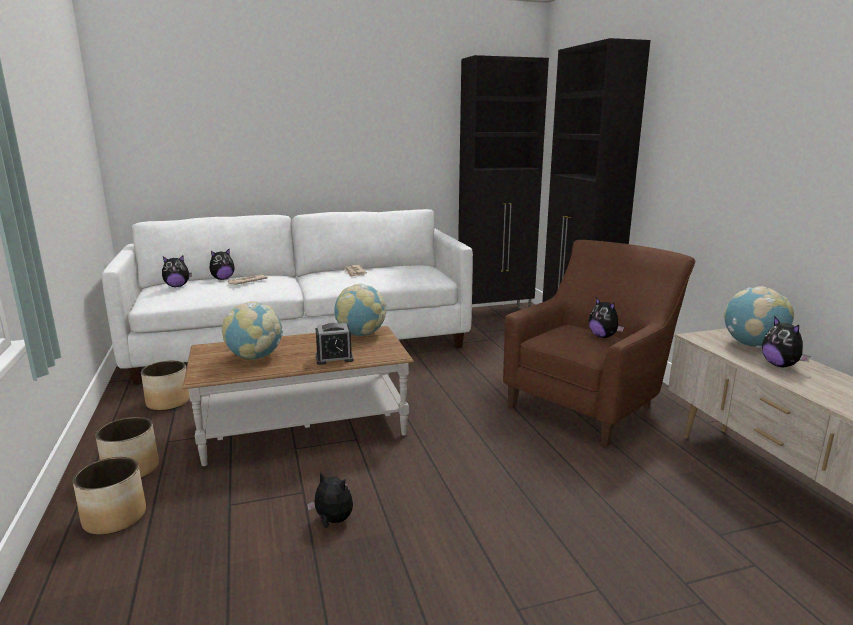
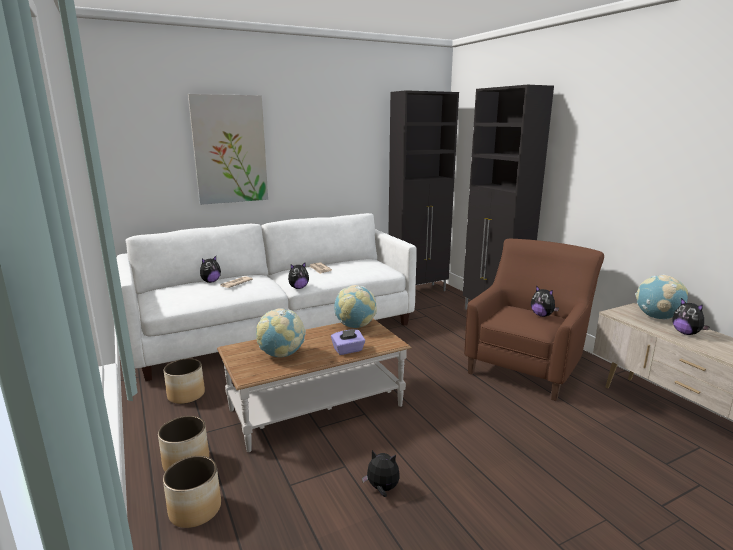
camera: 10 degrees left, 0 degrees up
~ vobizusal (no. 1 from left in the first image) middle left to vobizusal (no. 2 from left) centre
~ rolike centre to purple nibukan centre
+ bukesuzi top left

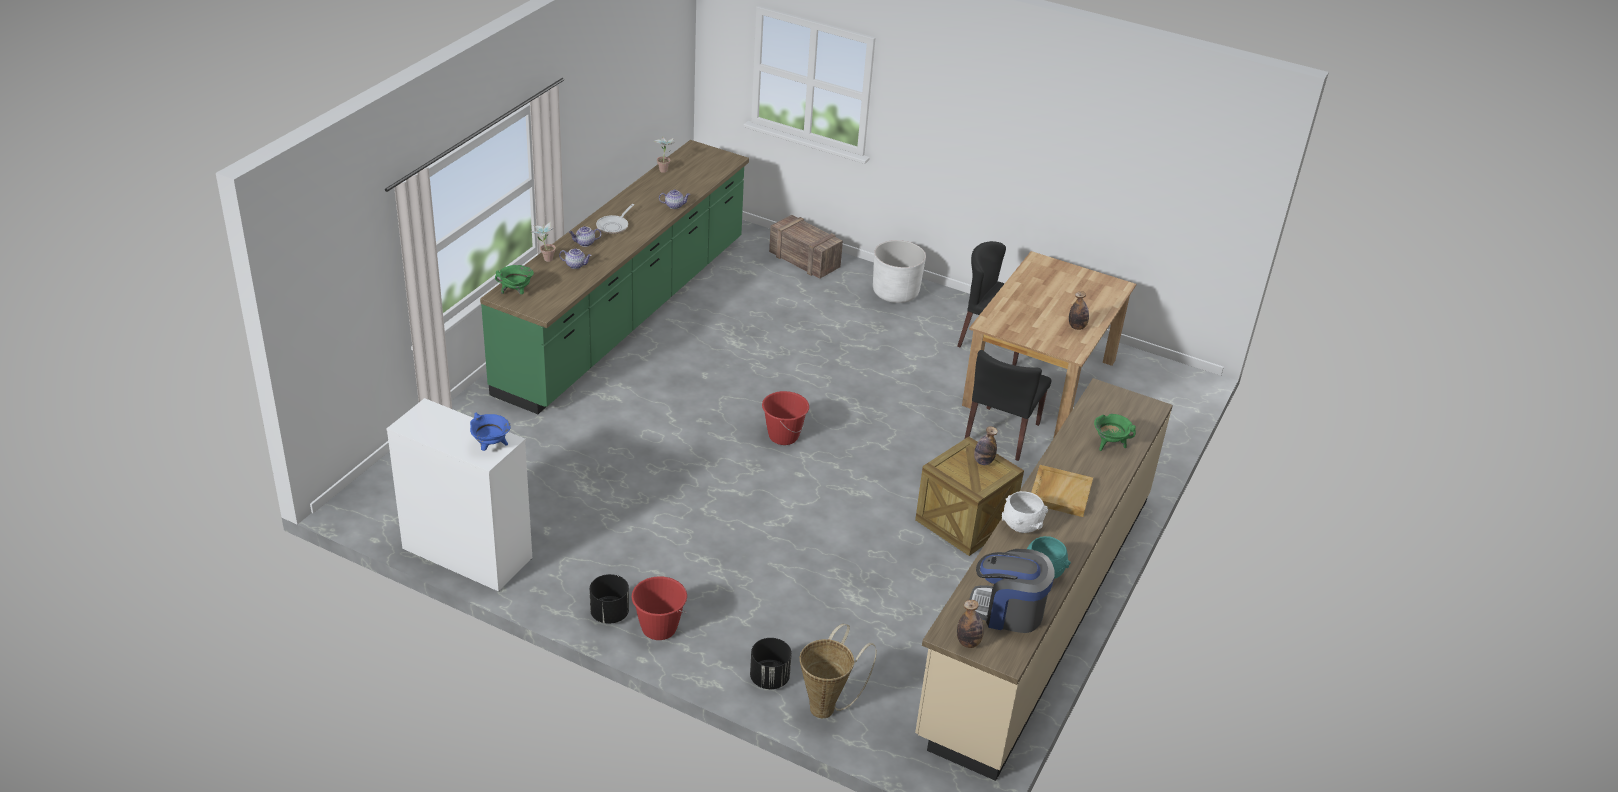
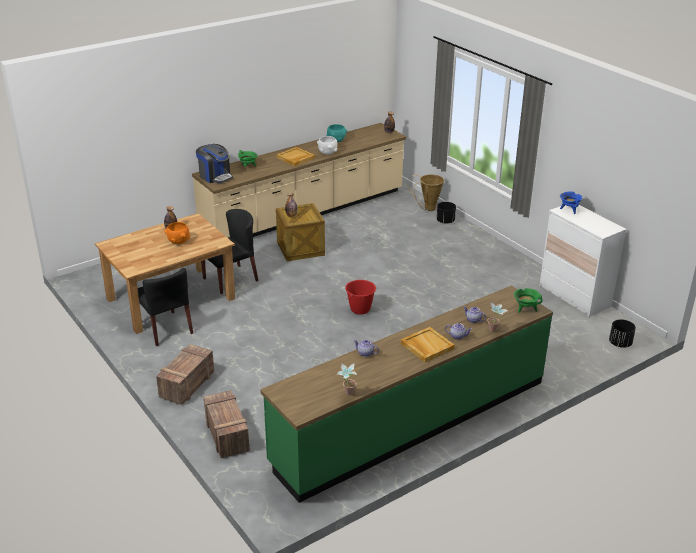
camera: 150 degrees left, 5 degrees down
~ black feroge (no. 1 from left in the first image) bottom centre to black feroge (no. 2 from left) middle right
~ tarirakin top centre to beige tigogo (no. 2 from left) centre
- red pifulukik (no. 1 from left) bottom centre
~ white feroge centre to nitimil (no. 1 from left) bottom left
~ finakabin bottom centre to top left
+ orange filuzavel middle left

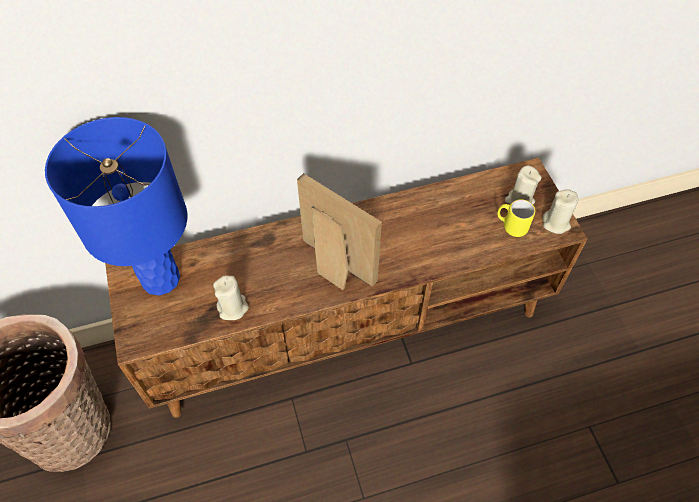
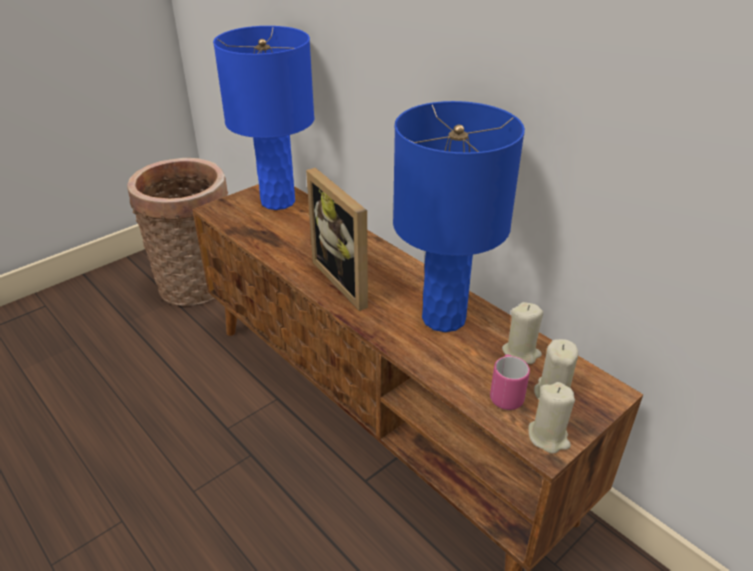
camera: 65 degrees right, 20 degrees down
~ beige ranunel (no. 1 from left) middle left to middle right
~ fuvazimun centre = centre 135 degrees clockwise
~ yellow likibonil middle right to pink likibonil bottom right
+ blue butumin (no. 2 from left) centre

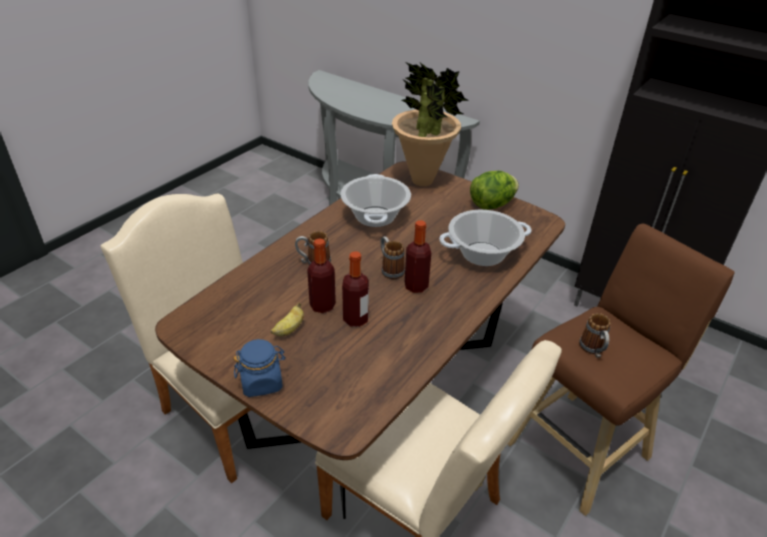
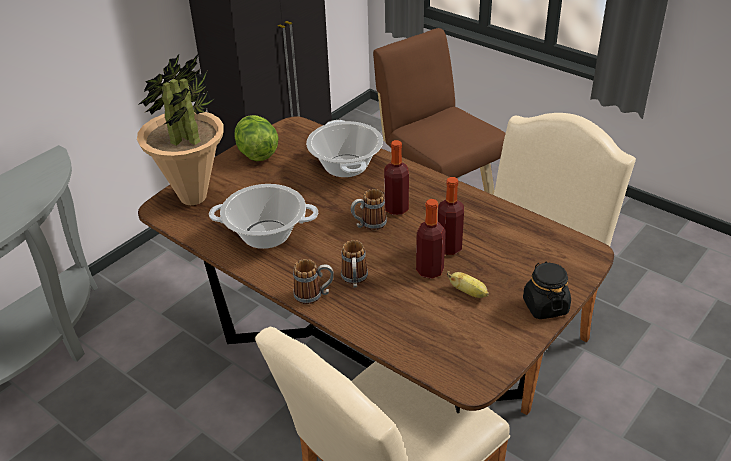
camera: 85 degrees left, 0 degrees up
~ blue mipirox bottom centre to black mipirox middle right
~ likibonil (no. 3 from left in the first image) middle right to likibonil (no. 1 from left) centre

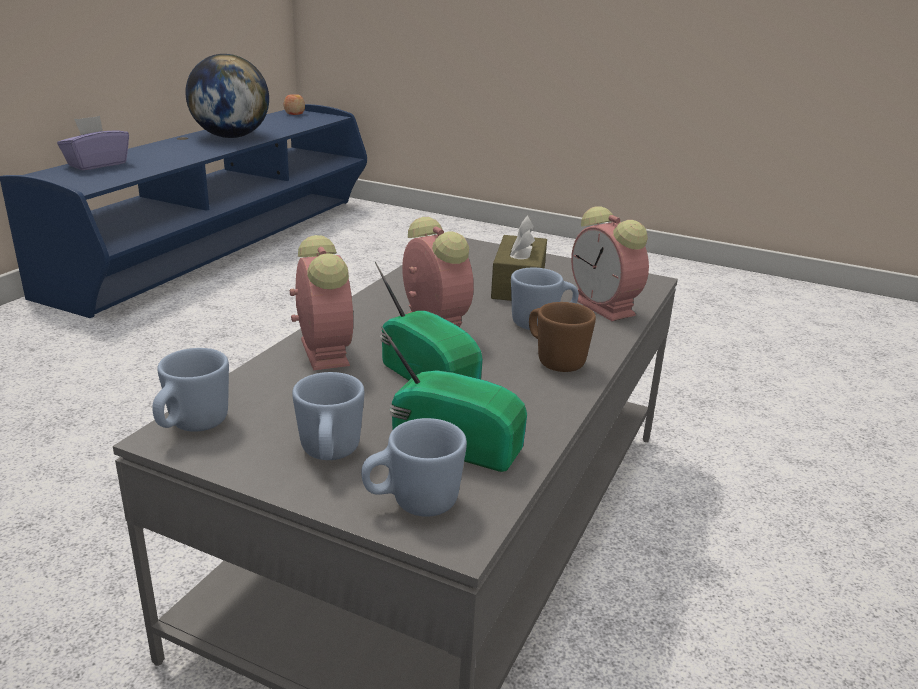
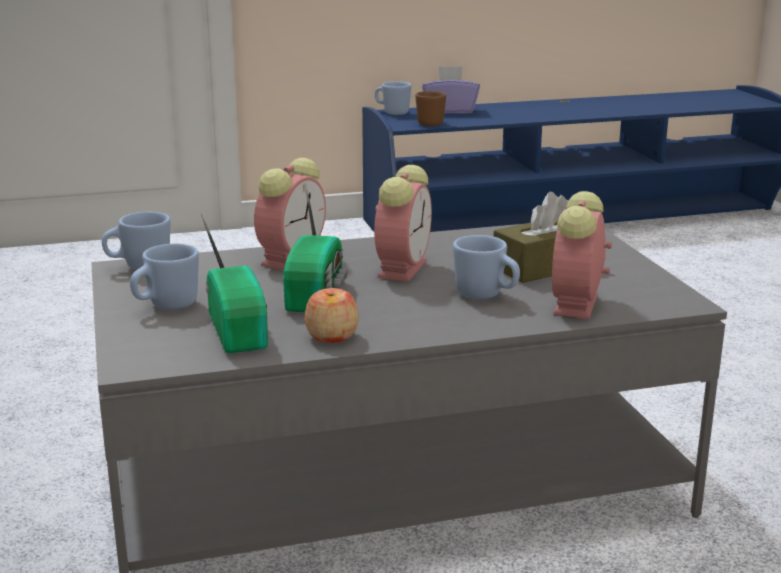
camera: 50 degrees right, 5 degrees down
- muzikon top left
~ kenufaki top left to centre
~ blue likibonil (no. 3 from left) bottom centre to top centre
~ brown likibonil centre to top centre

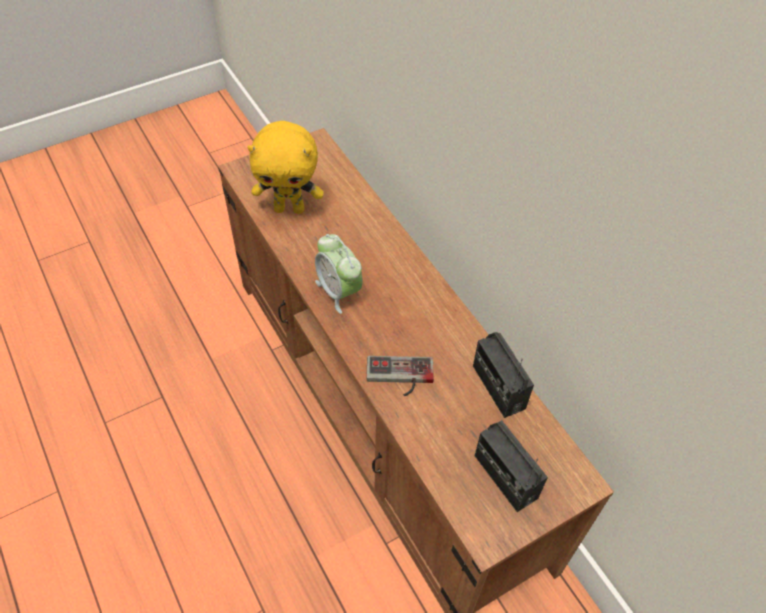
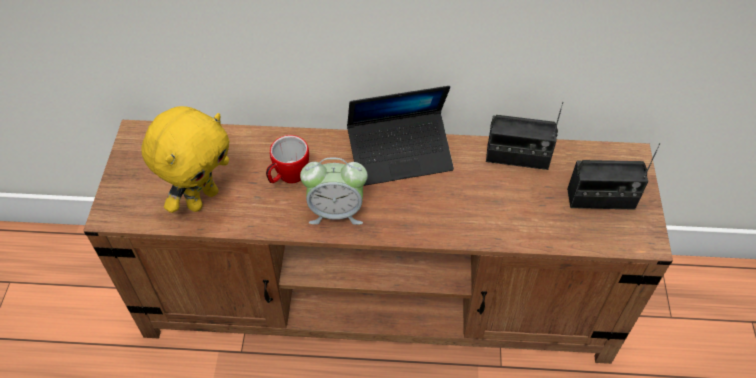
camera: 55 degrees left, 0 degrees up
- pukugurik centre
+ likibonil centre
+ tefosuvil centre

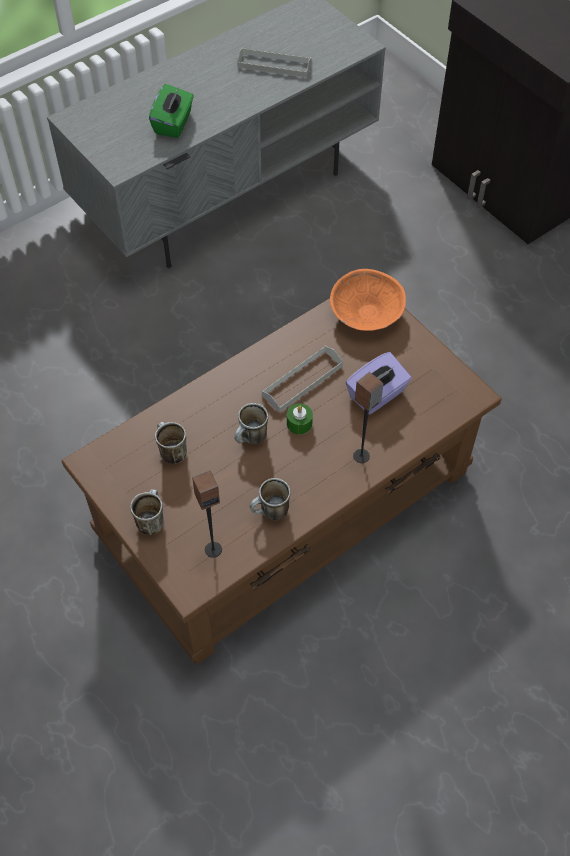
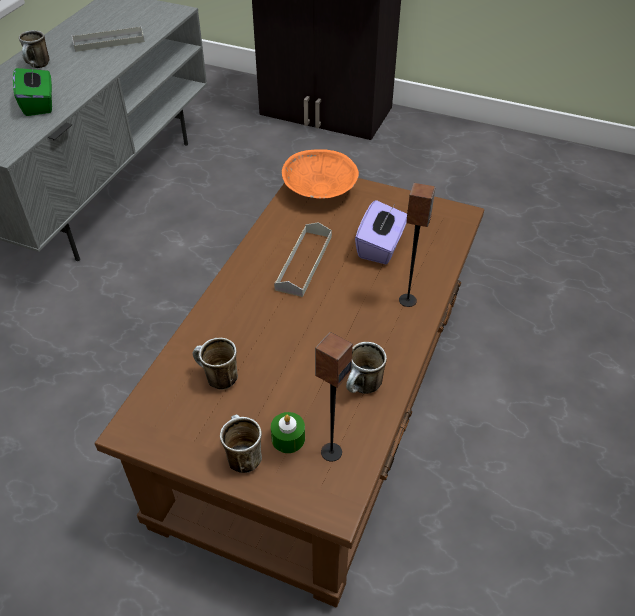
camera: 30 degrees left, 10 degrees down
~ likibonil (no. 3 from left in the first image) centre to likibonil (no. 1 from left) top left
~ green ranunel centre to bottom centre

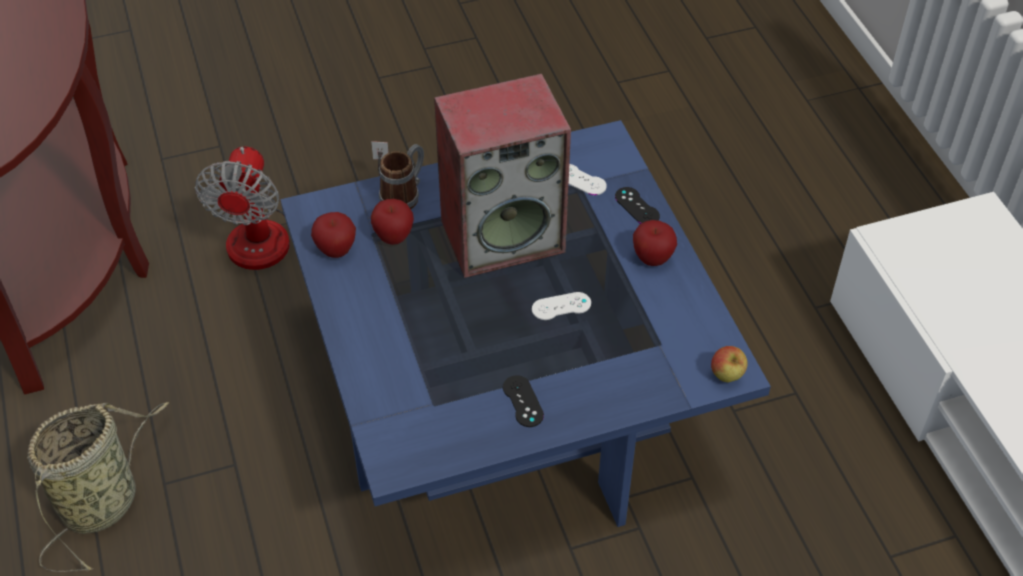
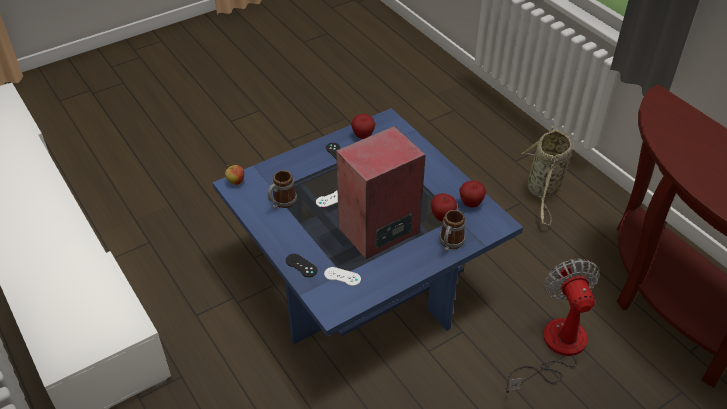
camera: 165 degrees right, 5 degrees down
~ kenufaki (no. 3 from left in the first image) centre to kenufaki (no. 2 from left) top centre
+ likibonil (no. 1 from left) centre

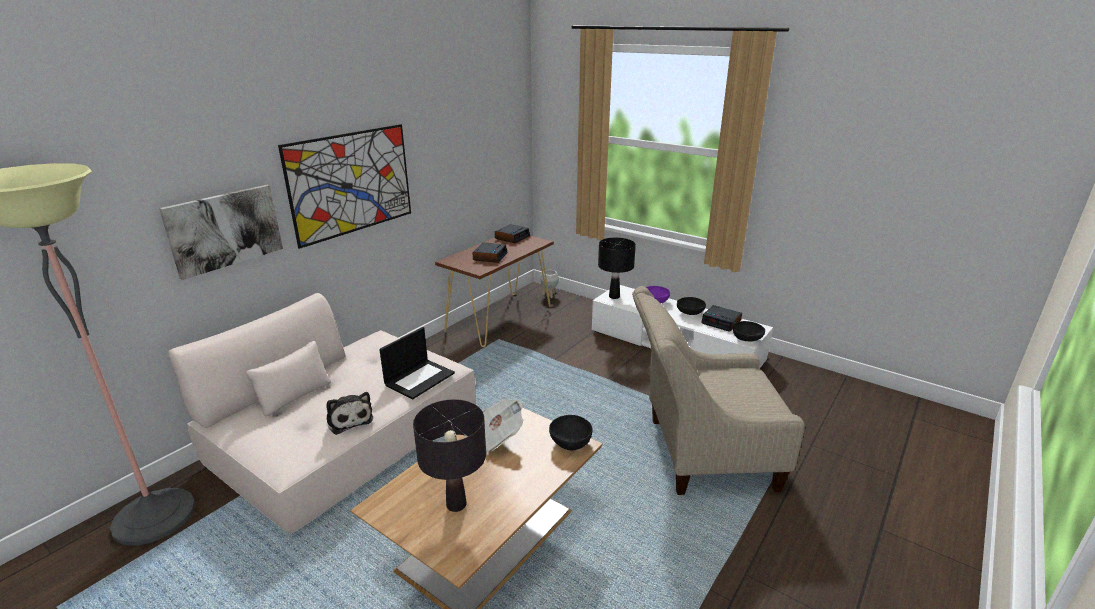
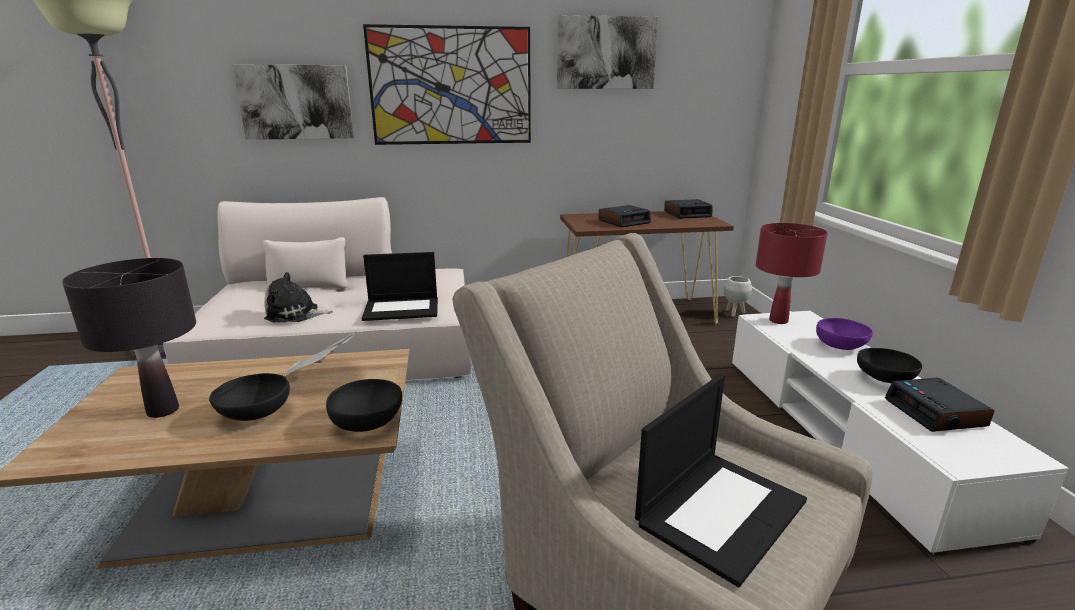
camera: 45 degrees right, 5 degrees down
~ vobizusal bottom left = middle left 75 degrees clockwise
~ black butumin (no. 2 from left) centre to red butumin middle right
~ black filuzavel (no. 3 from left in the first image) middle right to black filuzavel (no. 1 from left) middle left
+ bukesuzi (no. 3 from left) top centre
+ tefosuvil (no. 2 from left) bottom right

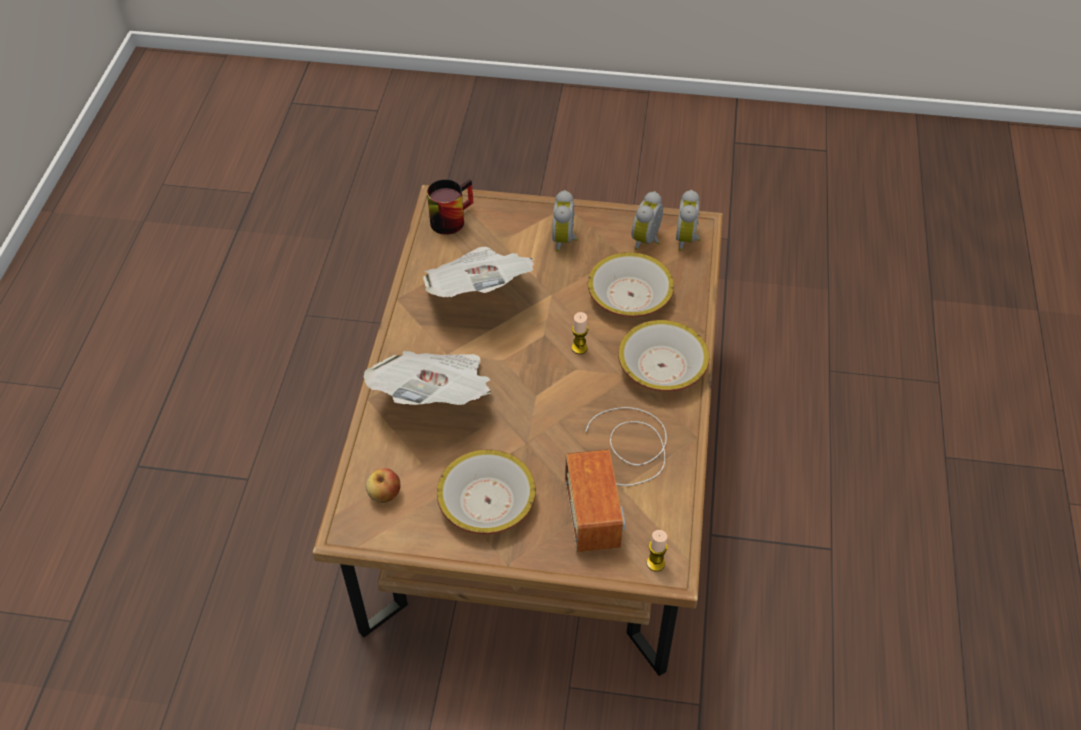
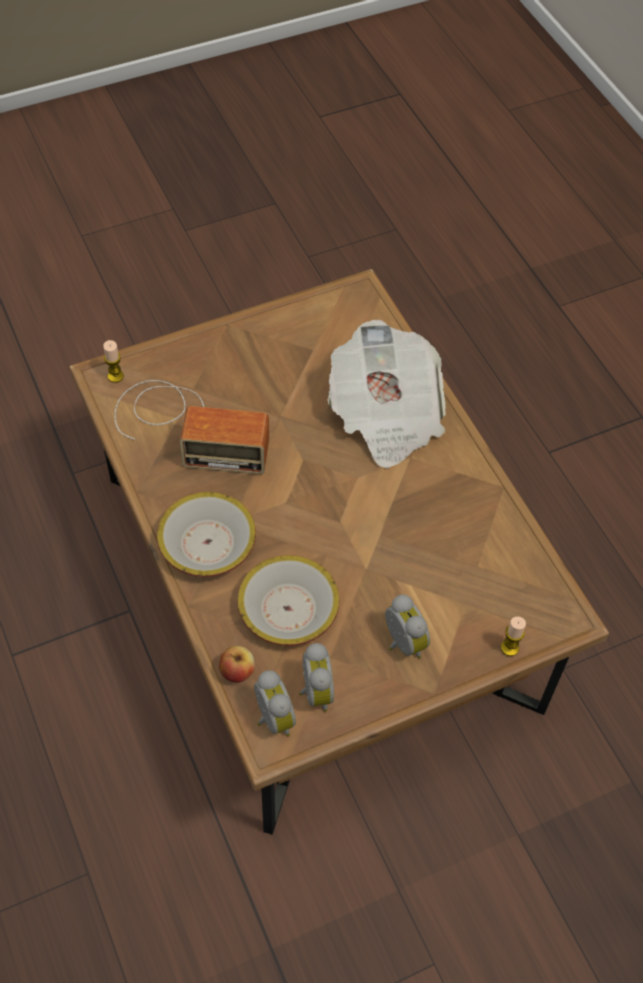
camera: 145 degrees right, 5 degrees up
~ kenufaki centre to bottom centre
- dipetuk (no. 2 from left) centre
- likibonil top centre
- filuzavel (no. 1 from left) bottom centre
~ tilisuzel centre = middle left 135 degrees clockwise
~ ranunel (no. 1 from left in the first image) centre to ranunel (no. 2 from left) middle right

